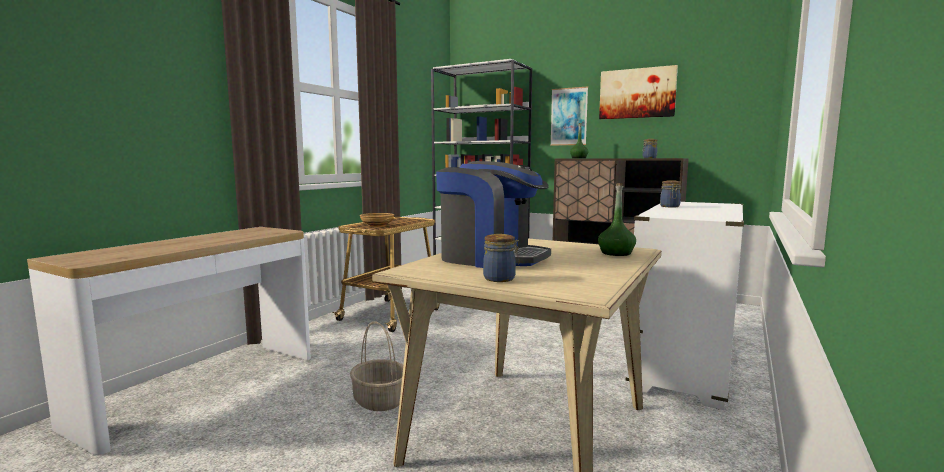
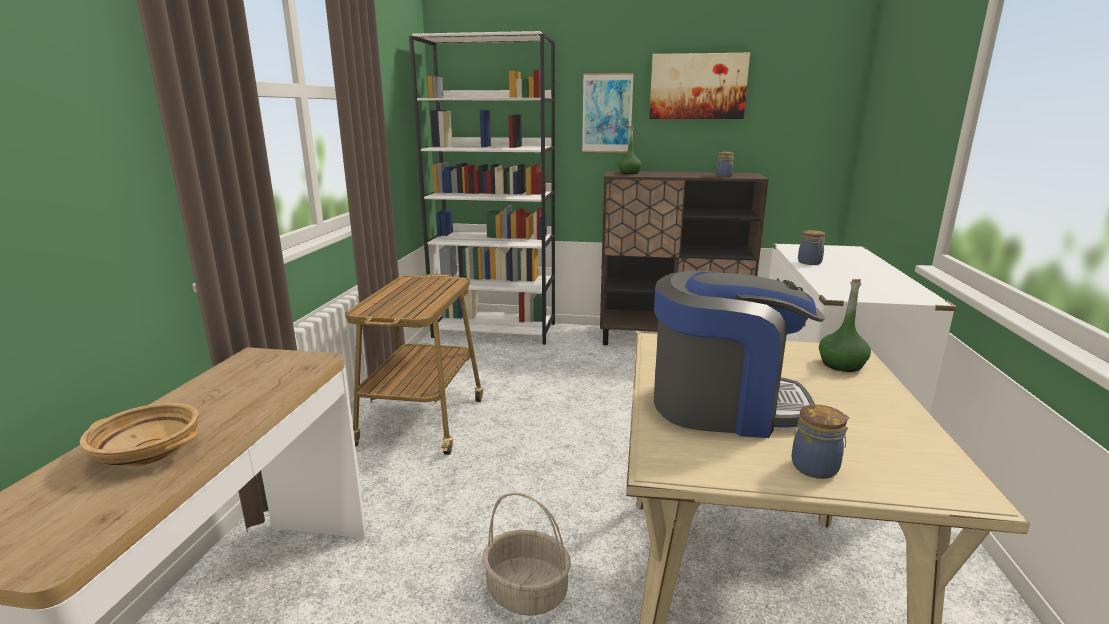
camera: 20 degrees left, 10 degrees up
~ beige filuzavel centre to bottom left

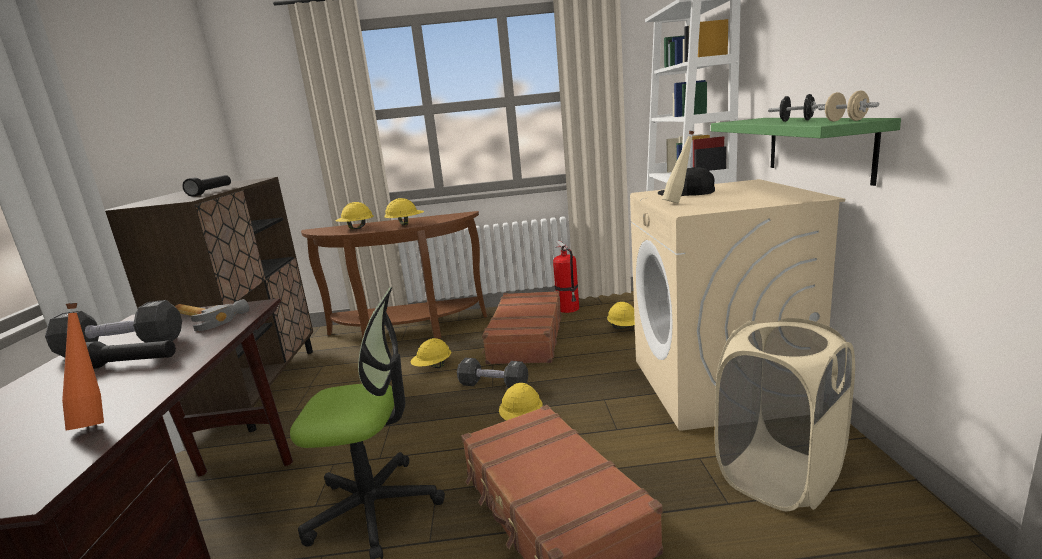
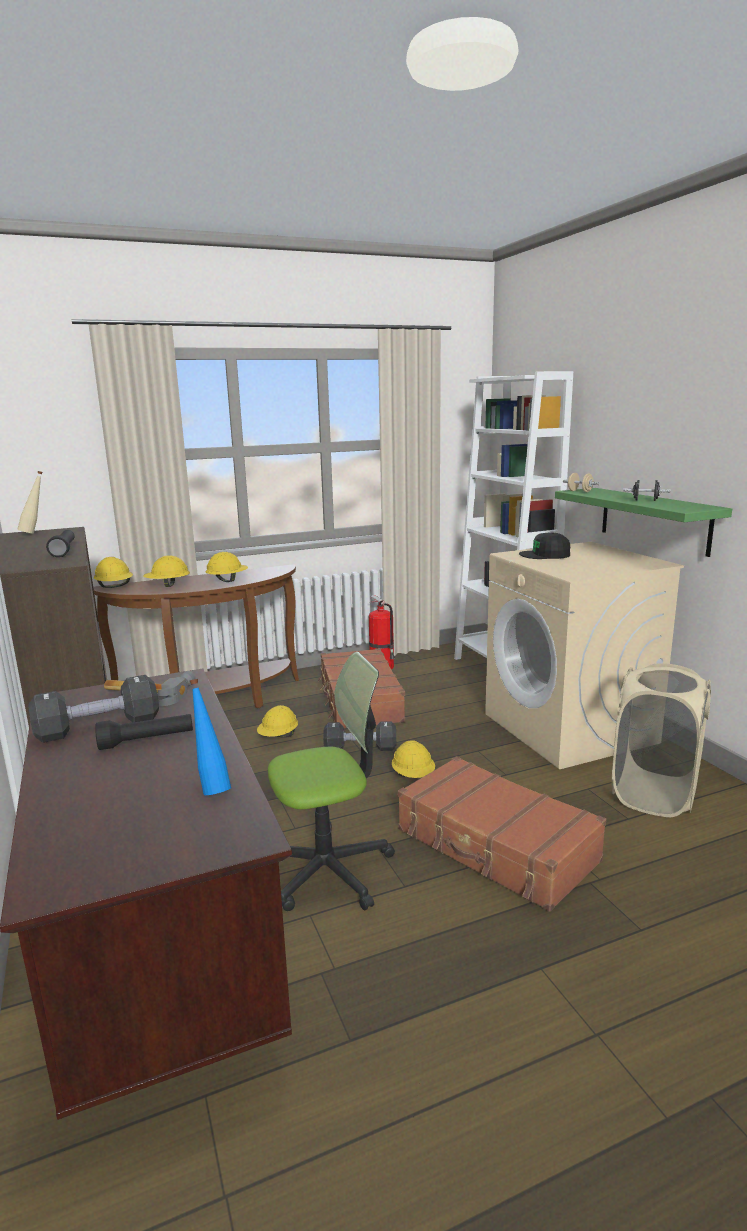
camera: 20 degrees left, 0 degrees up
~ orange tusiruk middle left to blue tusiruk middle left
~ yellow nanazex (no. 5 from left in the first image) centre to yellow nanazex (no. 1 from left) middle left
~ beige tusiruk top centre to middle left
~ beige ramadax top right to middle right

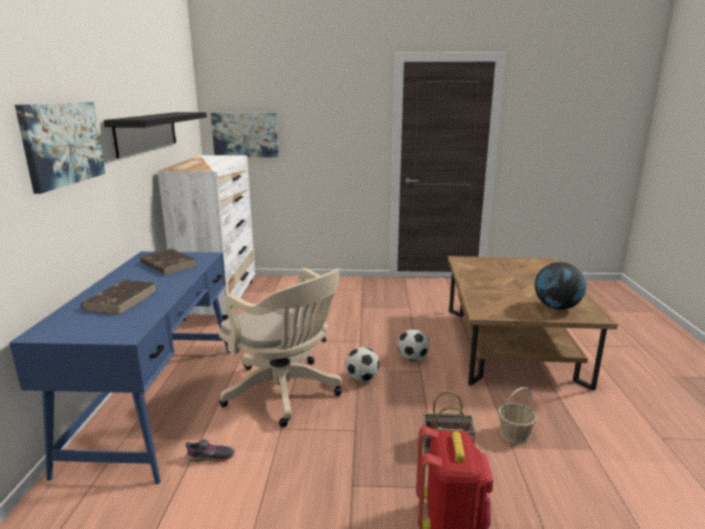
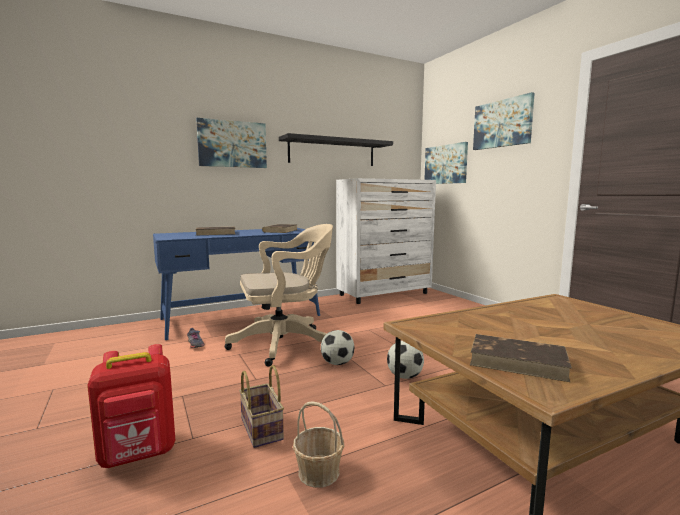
camera: 60 degrees right, 10 degrees down
~ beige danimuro centre = centre 120 degrees counterclockwise
~ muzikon middle right to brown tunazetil (no. 3 from left) bottom right
+ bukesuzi (no. 3 from left) top right

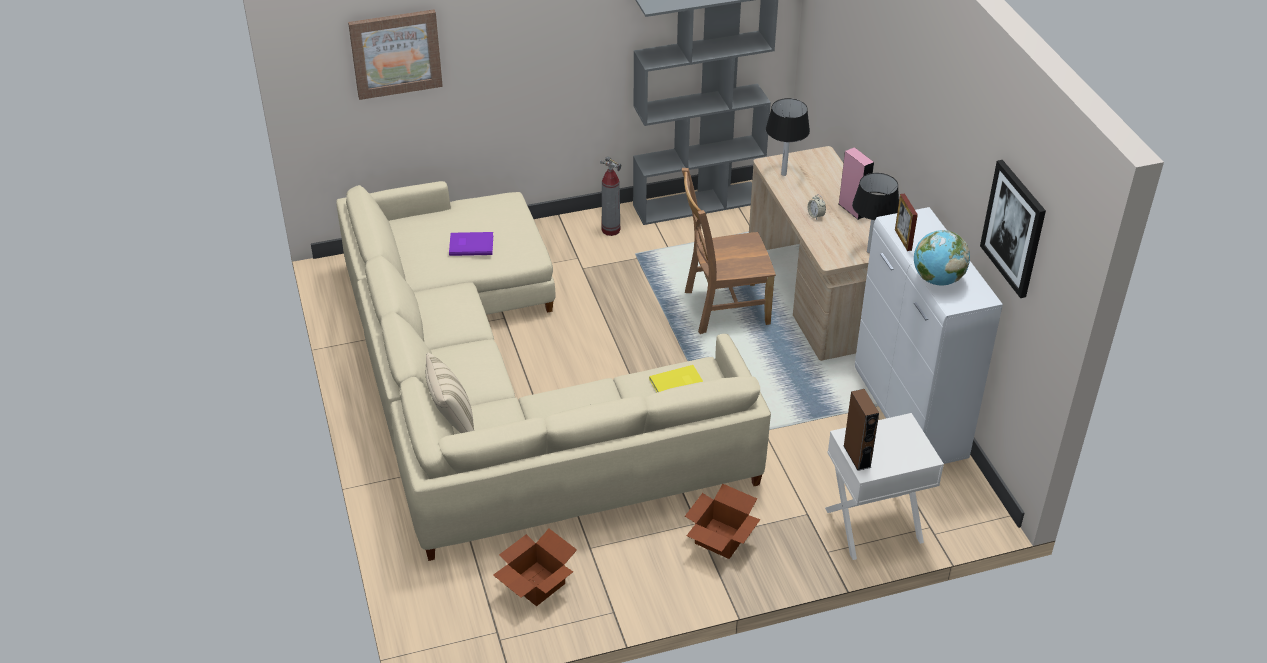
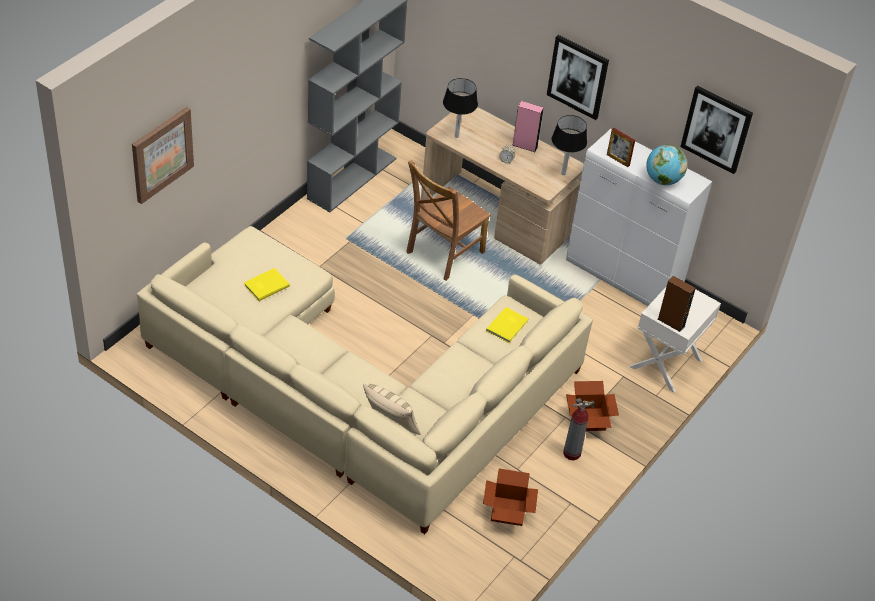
camera: 40 degrees left, 5 degrees up
~ purple tunazetil centre to yellow tunazetil (no. 1 from left) middle left
~ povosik top centre to bottom centre
+ bukesuzi (no. 2 from left) top centre

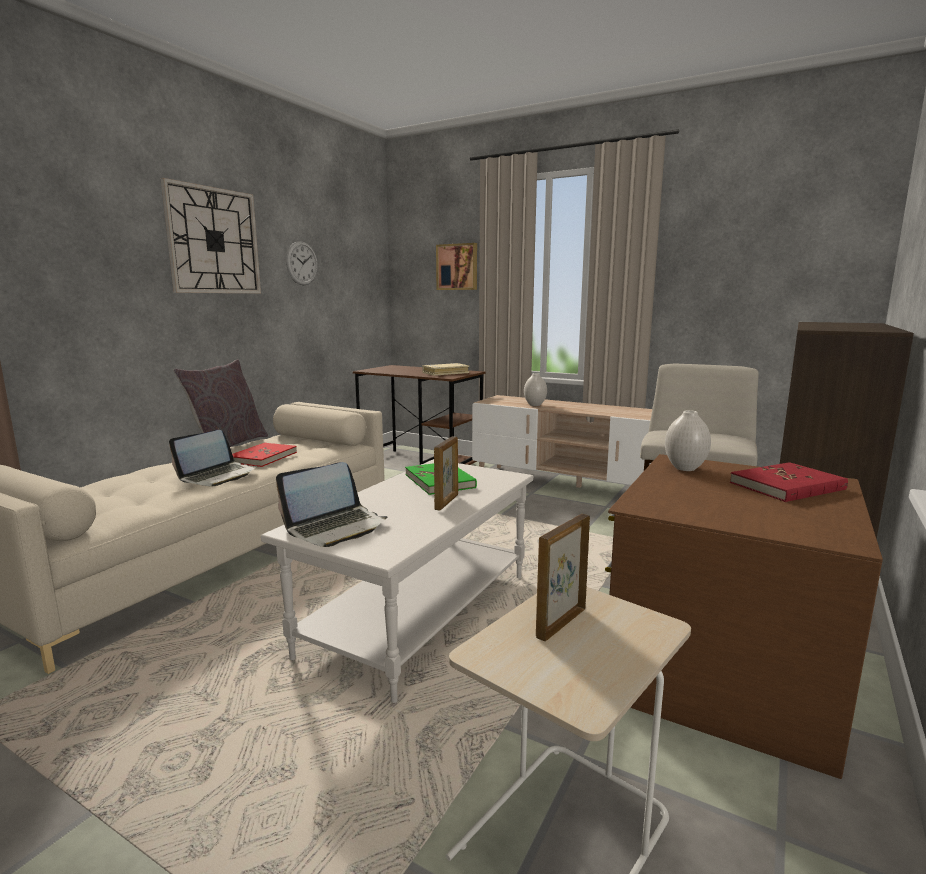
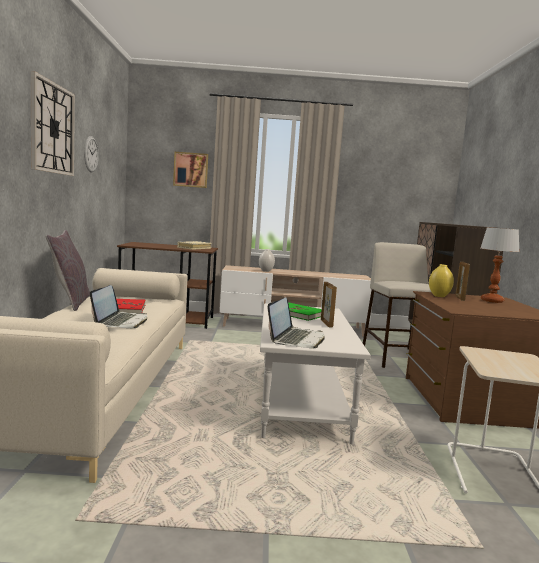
camera: 30 degrees left, 5 degrees down
~ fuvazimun (no. 2 from left) centre to middle right
~ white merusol (no. 2 from left) middle right to yellow merusol middle right
~ red tunazetil (no. 2 from left) middle right to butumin middle right

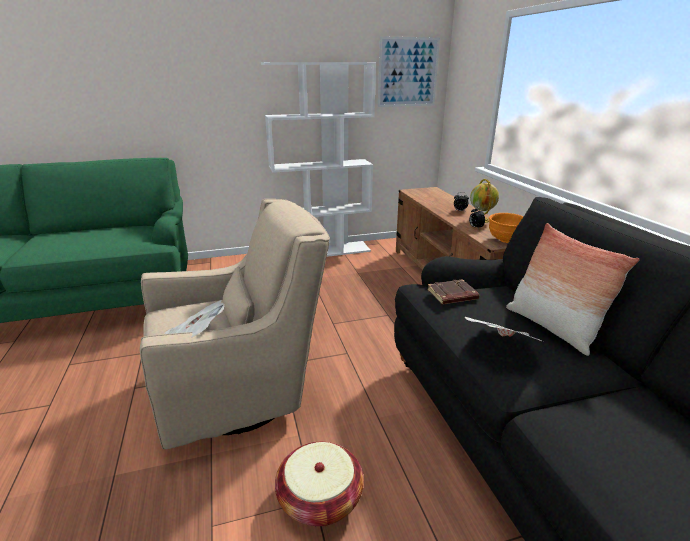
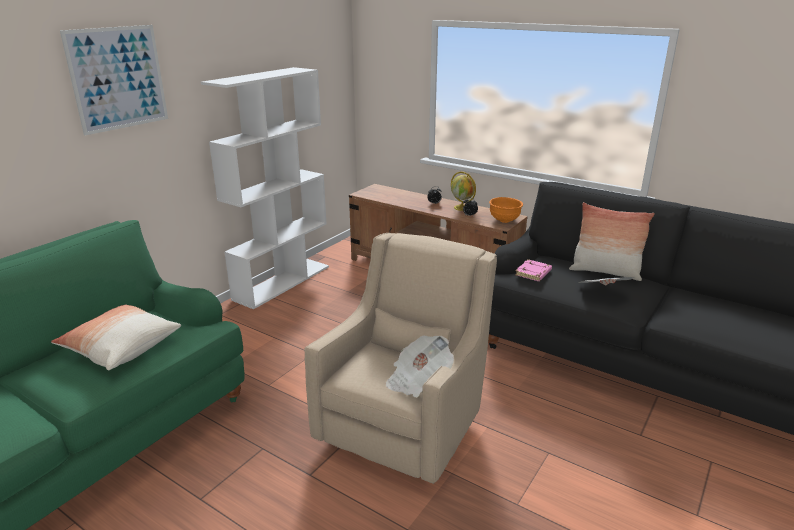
camera: 40 degrees left, 0 degrees up
- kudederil bottom centre
~ bukesuzi top centre to top left
~ brown tunazetil centre to pink tunazetil middle right
+ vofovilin (no. 1 from left) middle left

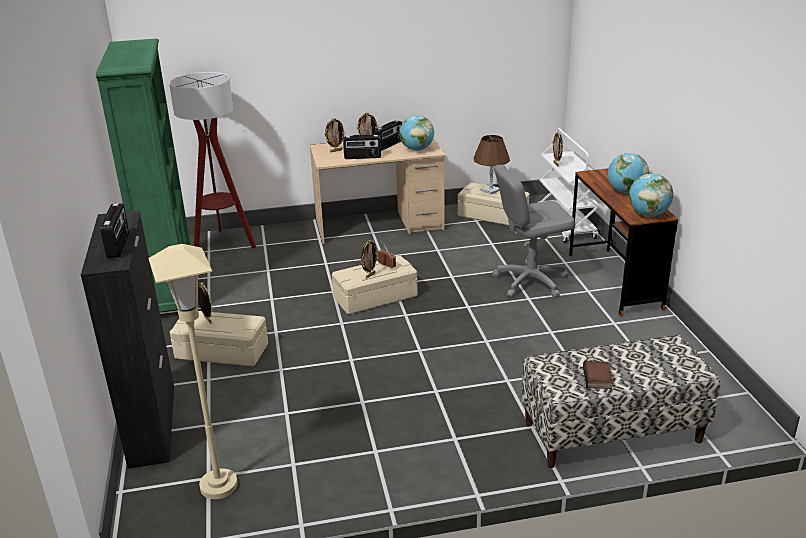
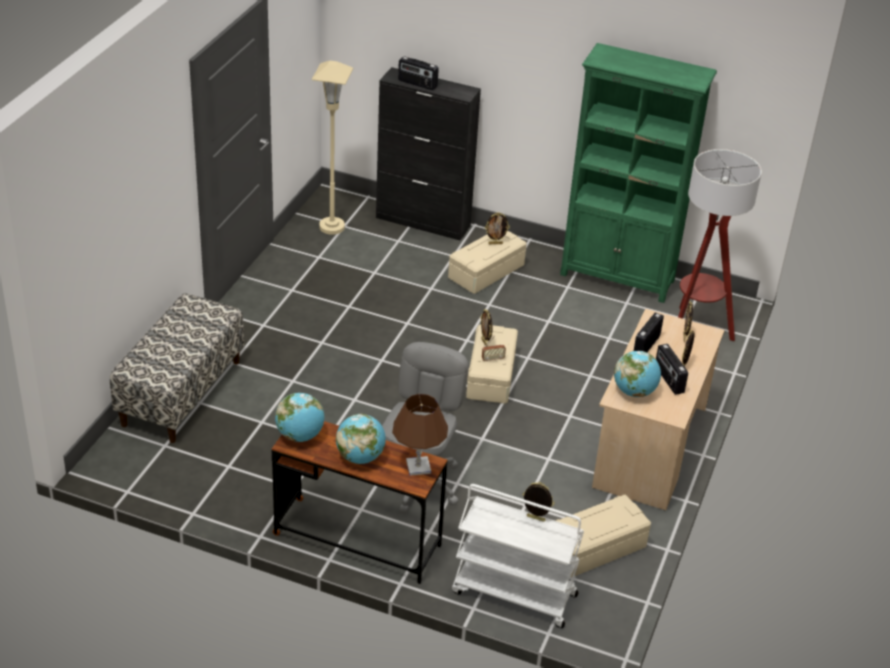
camera: 120 degrees right, 10 degrees up
~ brown butumin top centre to centre
- tunazetil bottom right

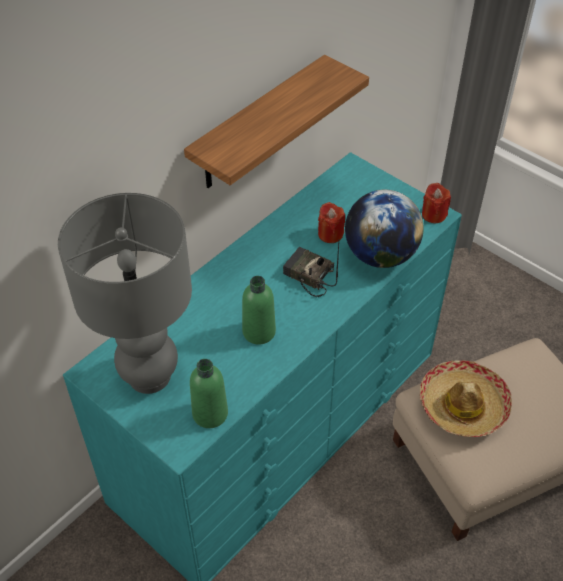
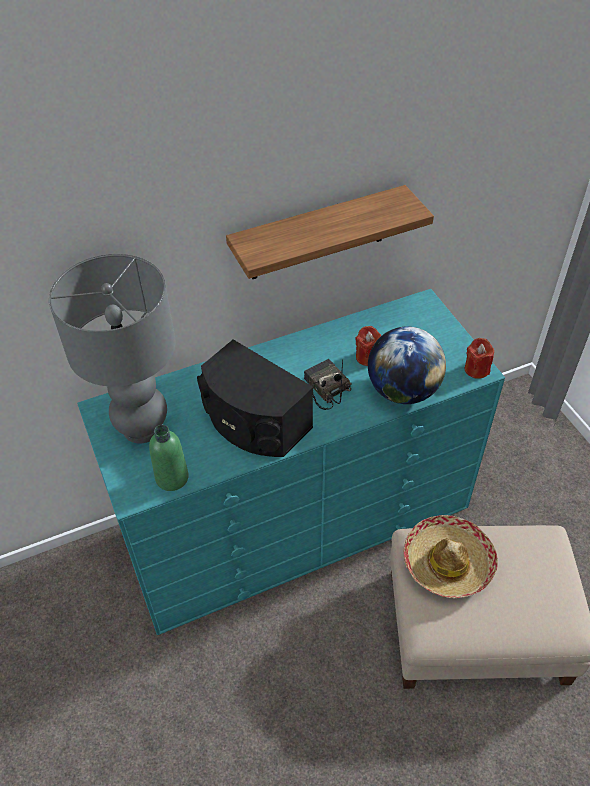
camera: 25 degrees right, 0 degrees up
~ green tusiruk (no. 2 from left) centre to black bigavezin centre

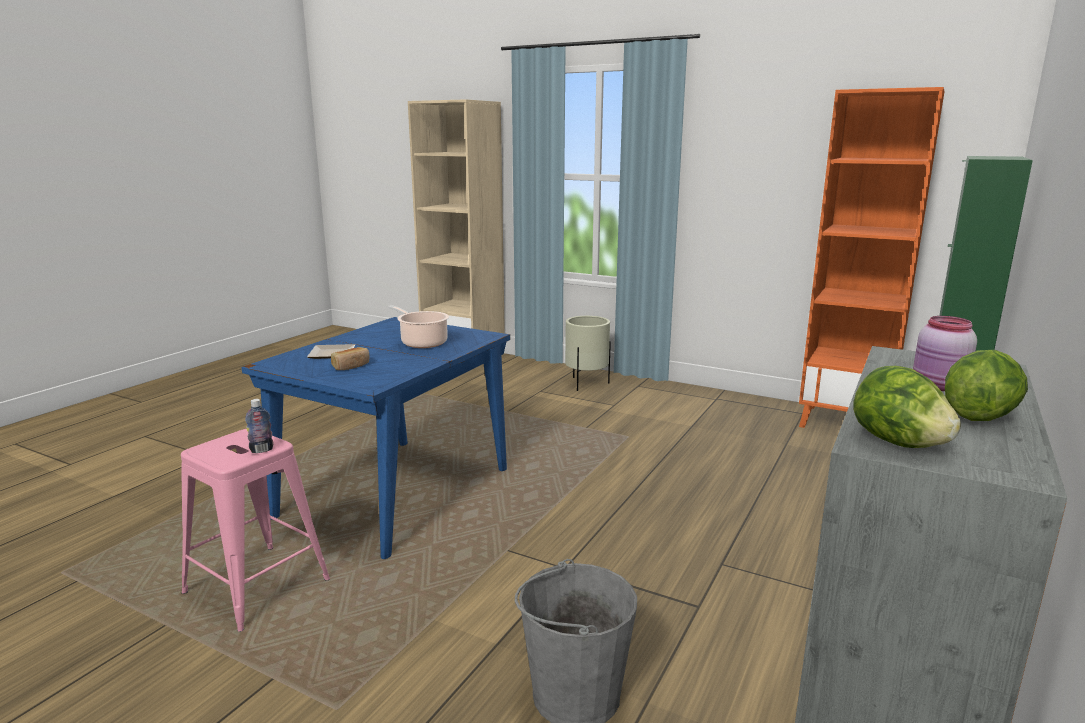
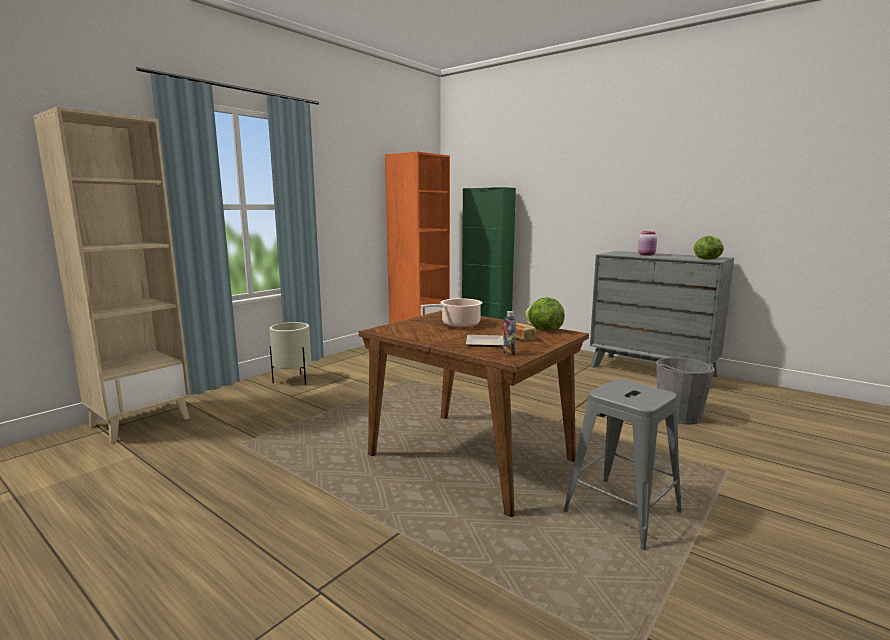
camera: 80 degrees left, 5 degrees down
~ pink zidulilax bottom left to grey zidulilax bottom right
~ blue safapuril centre to brown safapuril centre
~ tusiruk middle left to centre
~ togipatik (no. 2 from left in the first image) middle right to togipatik (no. 1 from left) centre

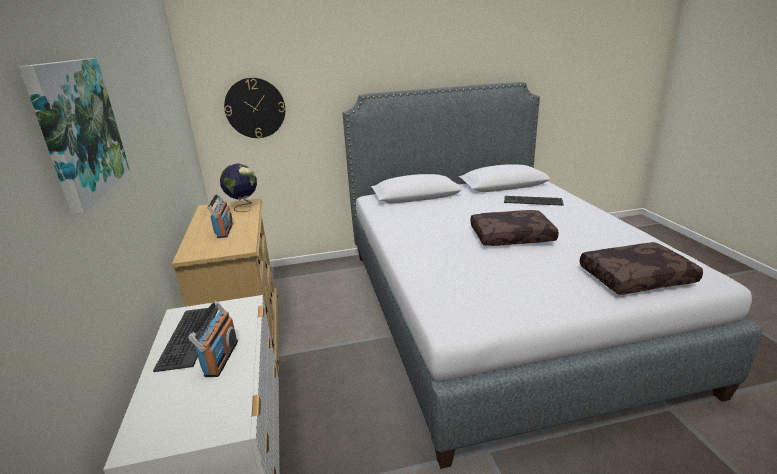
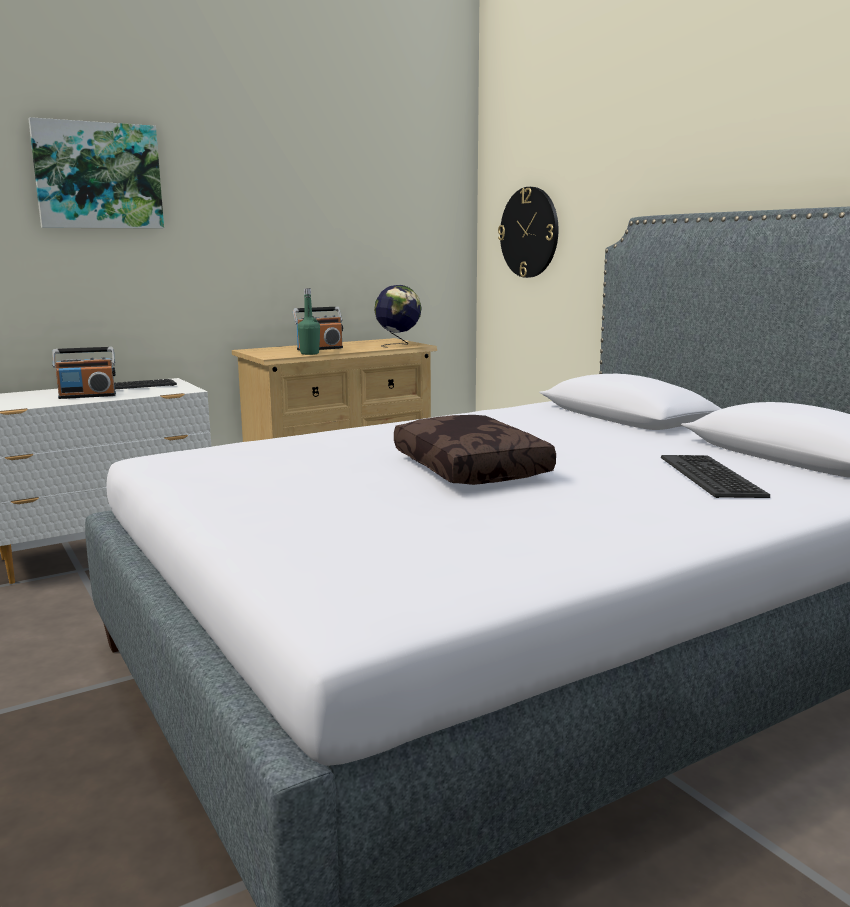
camera: 70 degrees right, 10 degrees down
- brown vofovilin (no. 2 from left) middle right
+ green tusiruk centre

